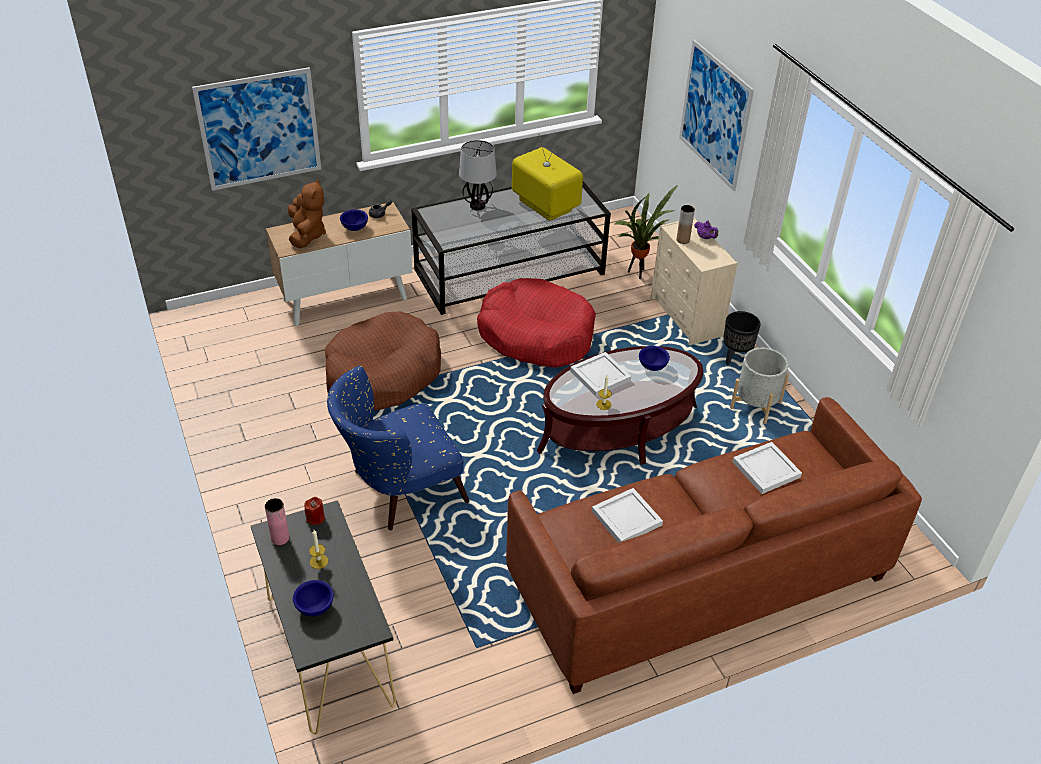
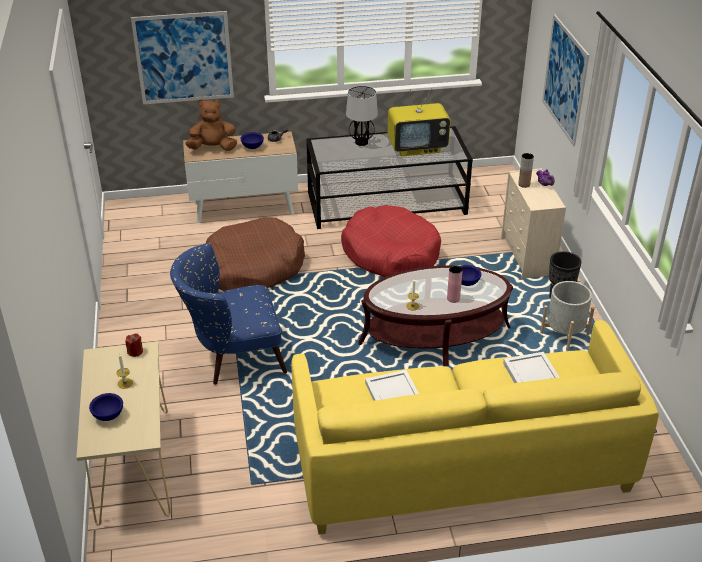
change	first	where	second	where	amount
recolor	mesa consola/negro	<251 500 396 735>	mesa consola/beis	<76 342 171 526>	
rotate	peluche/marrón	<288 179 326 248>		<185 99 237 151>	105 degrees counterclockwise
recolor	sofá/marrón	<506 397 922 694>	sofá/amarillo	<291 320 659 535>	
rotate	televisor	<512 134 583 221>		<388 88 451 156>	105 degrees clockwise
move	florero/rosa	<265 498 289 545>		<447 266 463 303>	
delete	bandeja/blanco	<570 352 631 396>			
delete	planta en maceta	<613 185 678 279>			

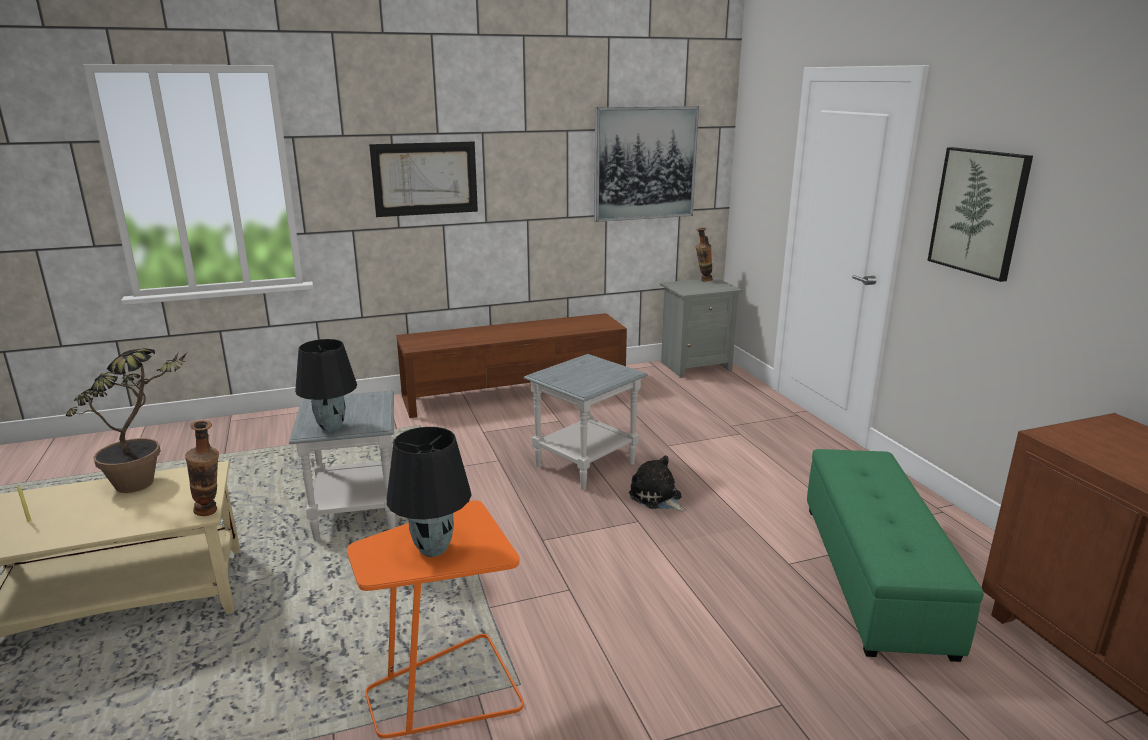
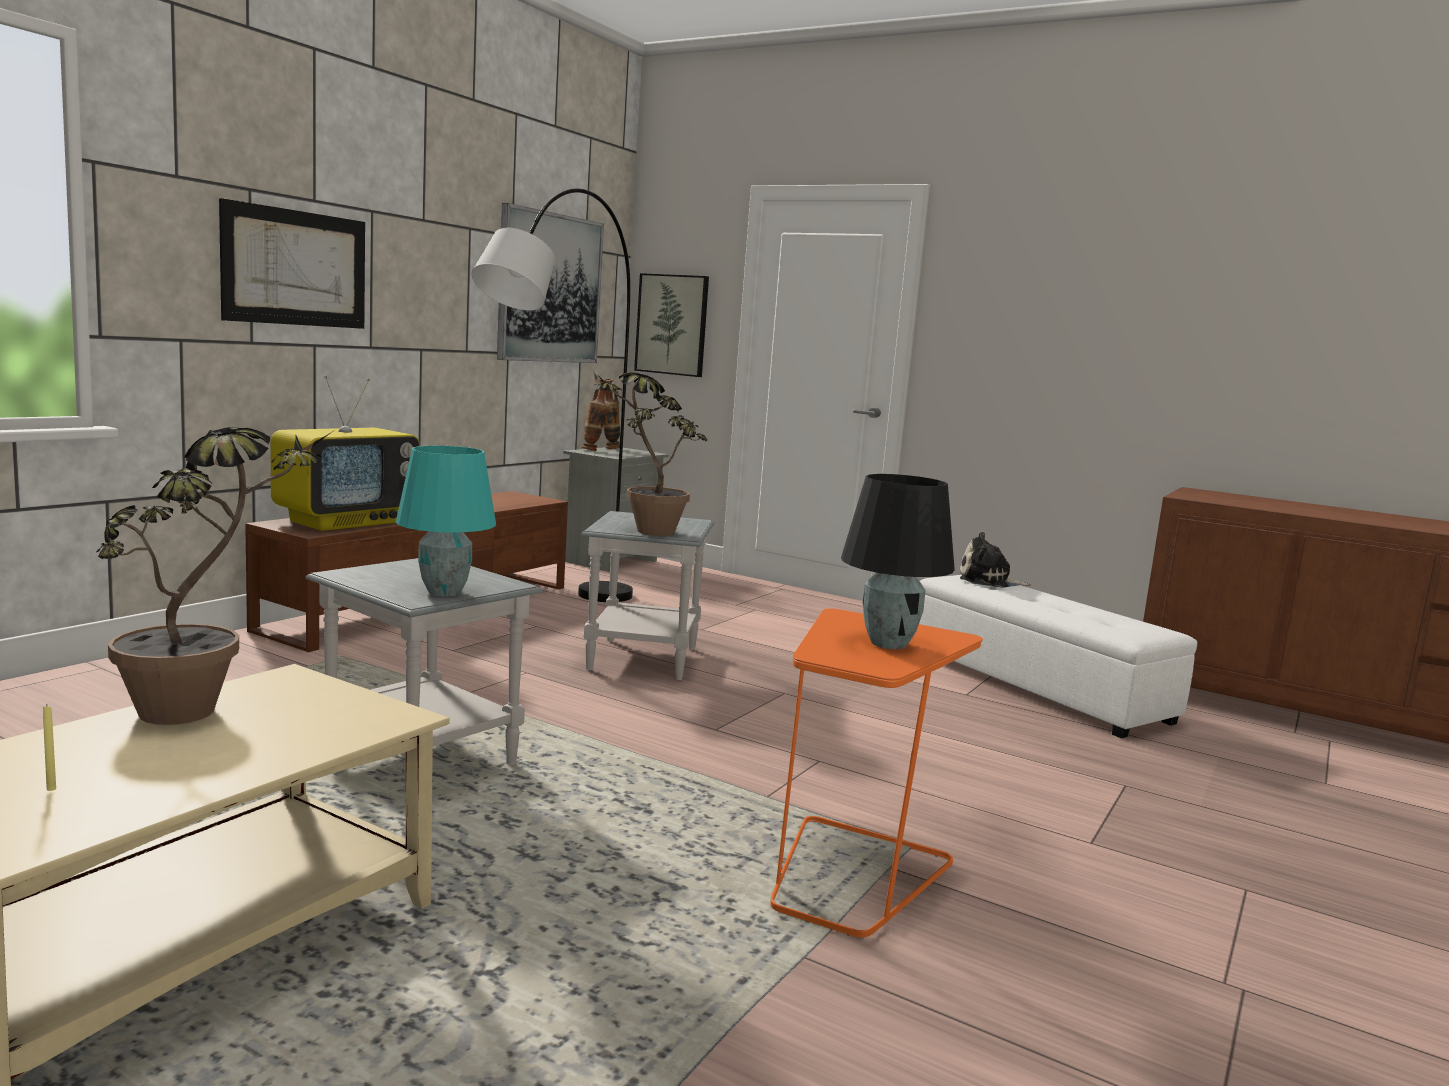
change	first	where	second	where	amount
insert			televisor	<270 375 420 531>	
recolor	lámpara de mesa/negro	<295 339 357 432>	lámpara de mesa/turquesa	<396 446 496 597>	
insert			lámpara de pie/gris	<471 188 633 602>	
move	florero	<185 420 219 516>		<582 379 611 451>	
insert			planta en maceta	<593 371 707 536>	
move	cuadro	<927 147 1033 282>		<634 273 709 377>	
recolor	puf/verde	<807 449 984 662>	puf/blanco	<919 575 1197 738>	
move	peluche	<629 456 685 511>		<960 532 1031 588>	

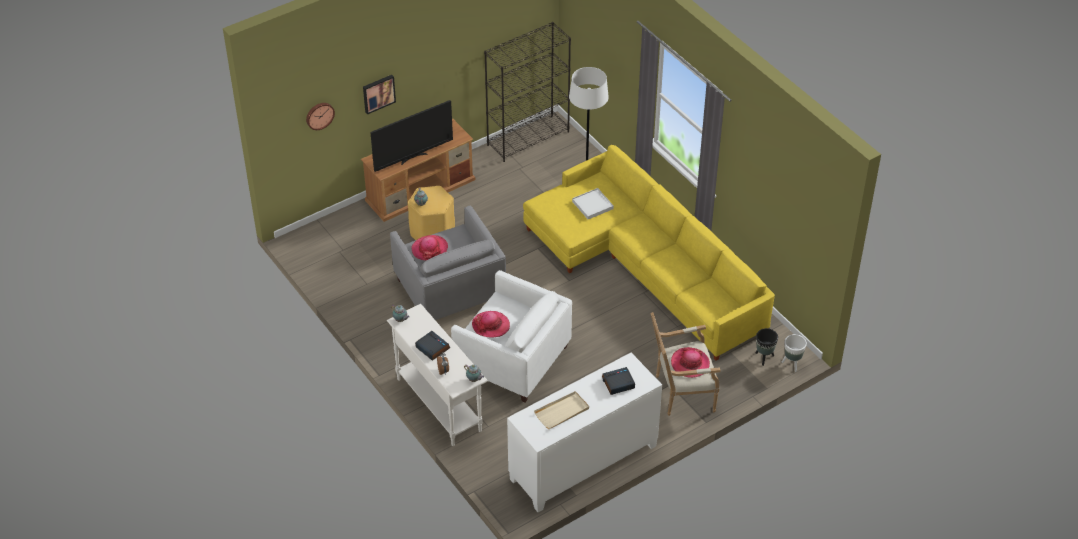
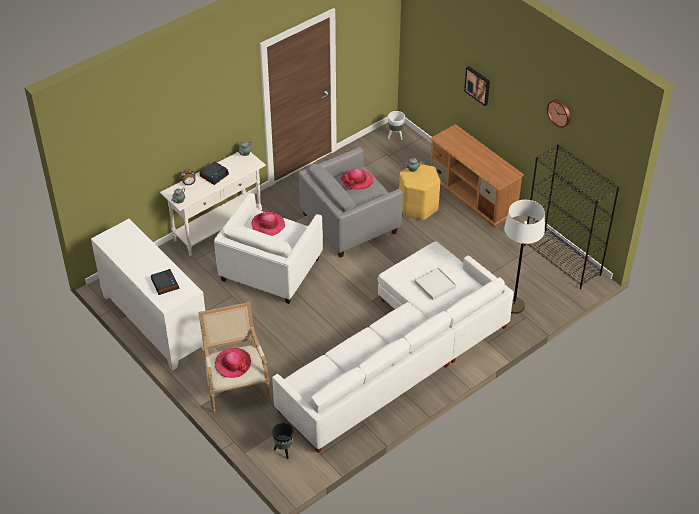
change	first	where	second	where	amount
recolor	sofá/amarillo	<523 145 775 361>	sofá/blanco	<272 241 514 453>	
move	maceta/blanco	<782 334 807 372>		<388 111 405 140>	
move	reloj de pared	<306 103 335 130>		<547 100 570 128>	
delete	televisor	<370 100 453 172>			
delete	bandeja/beis	<534 391 589 429>			

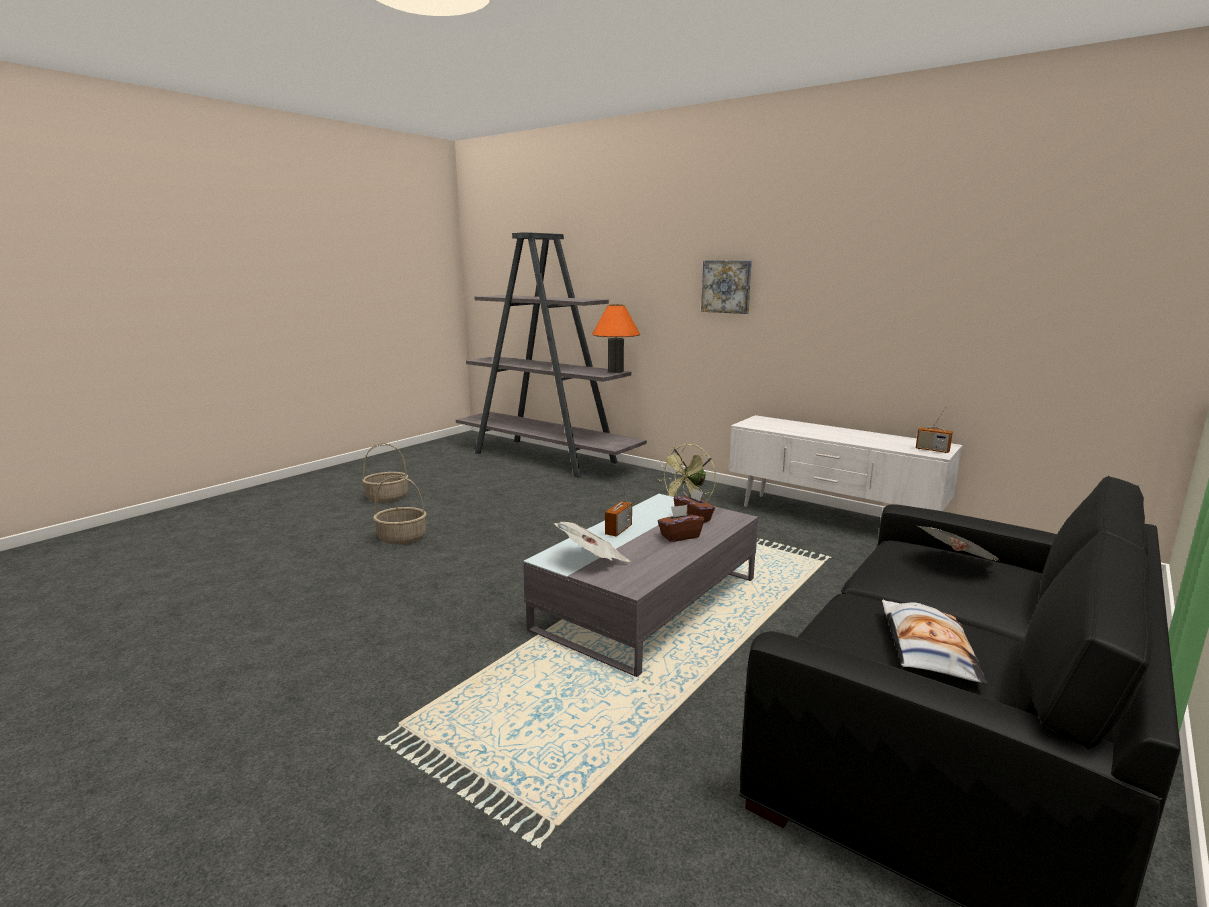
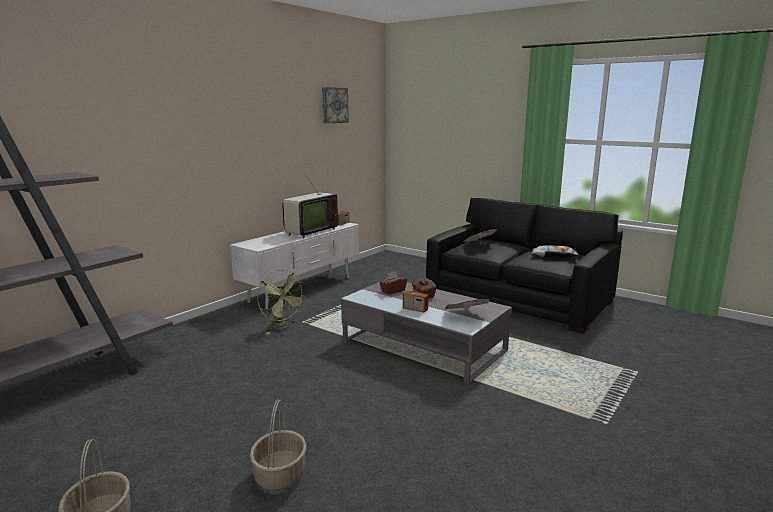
change	first	where	second	where	amount
insert			televisor	<282 168 338 238>	
move	cuadro	<701 261 752 314>		<322 87 349 124>	
delete	lámpara de mesa/naranja	<592 304 640 373>			

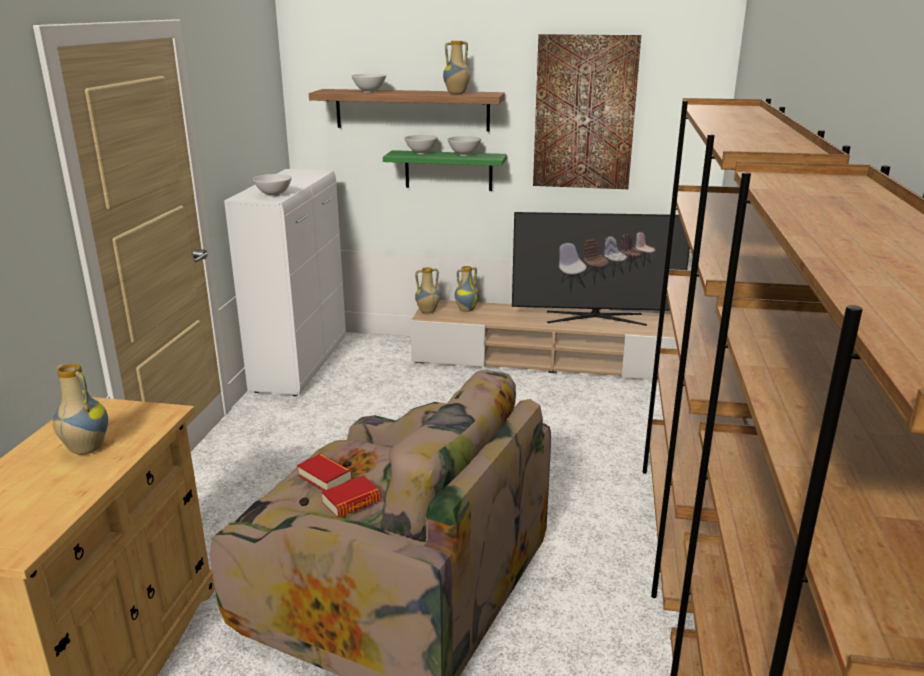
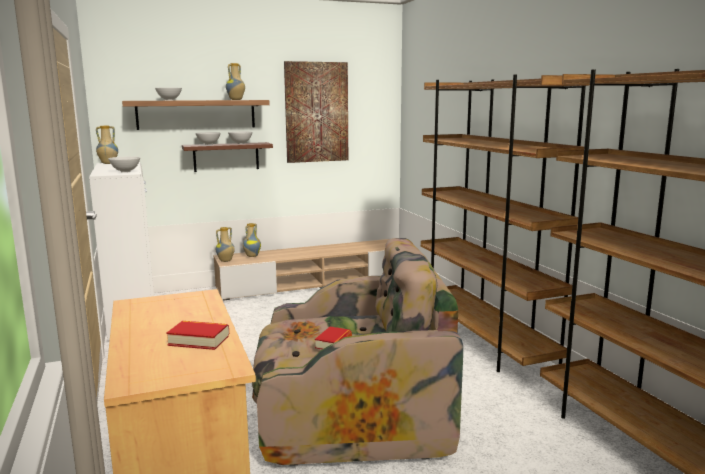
change	first	where	second	where	amount
move	florero	<53 363 108 455>		<96 126 118 164>	
move	libro	<297 453 352 491>		<166 321 229 350>	
recolor	estante/verde	<383 150 507 191>	estante/marrón	<182 142 273 172>	
delete	televisor	<512 212 690 326>			

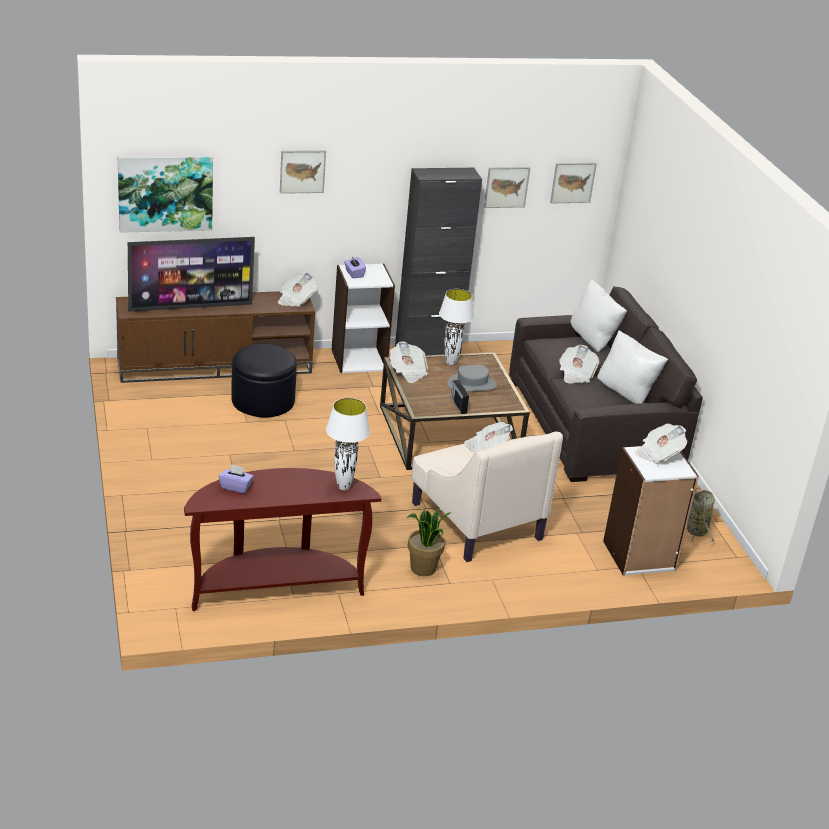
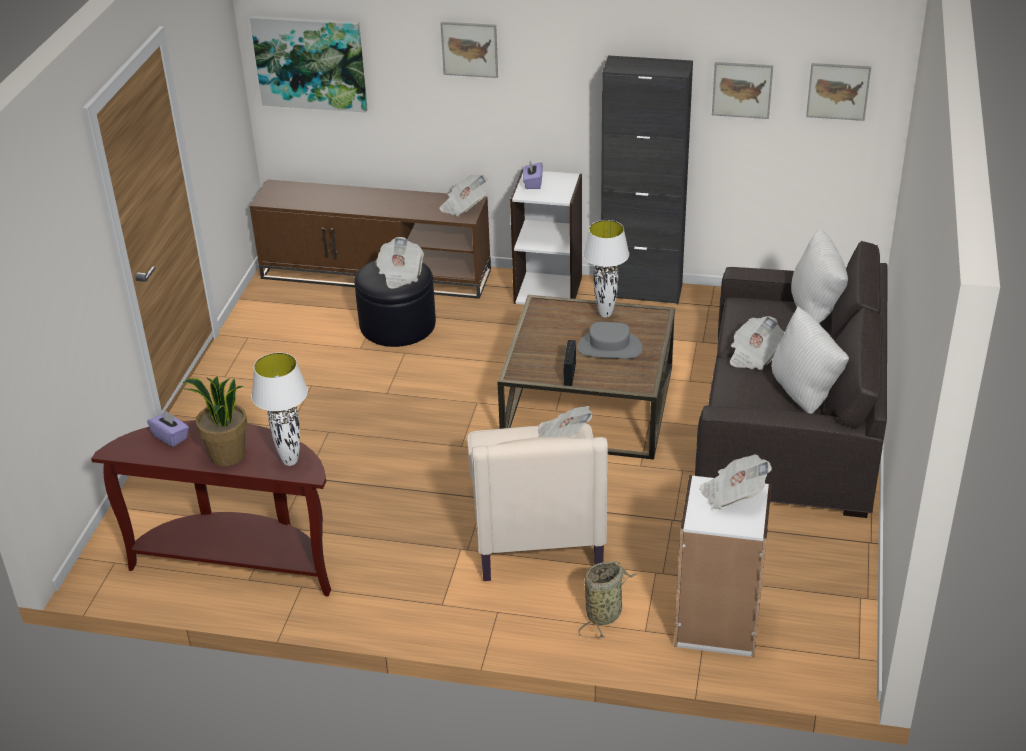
change	first	where	second	where	amount
move	planta en maceta	<406 509 452 576>		<182 376 248 466>	
move	periódico	<390 342 428 383>		<376 237 424 289>	
move	cesta	<687 490 715 544>		<578 561 637 638>	
delete	televisor	<128 237 255 312>			

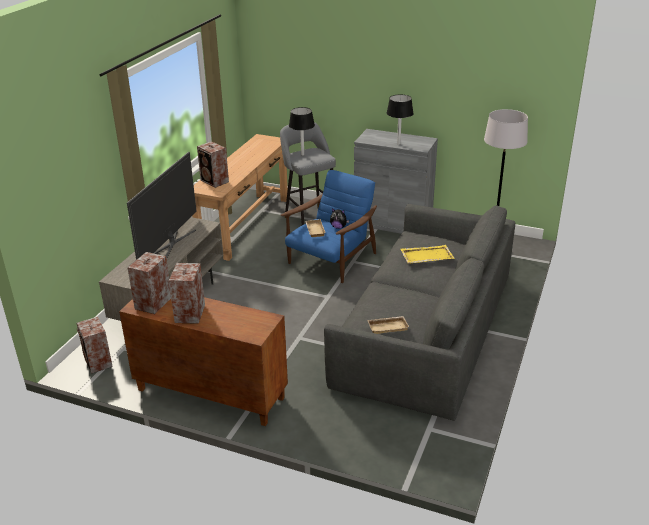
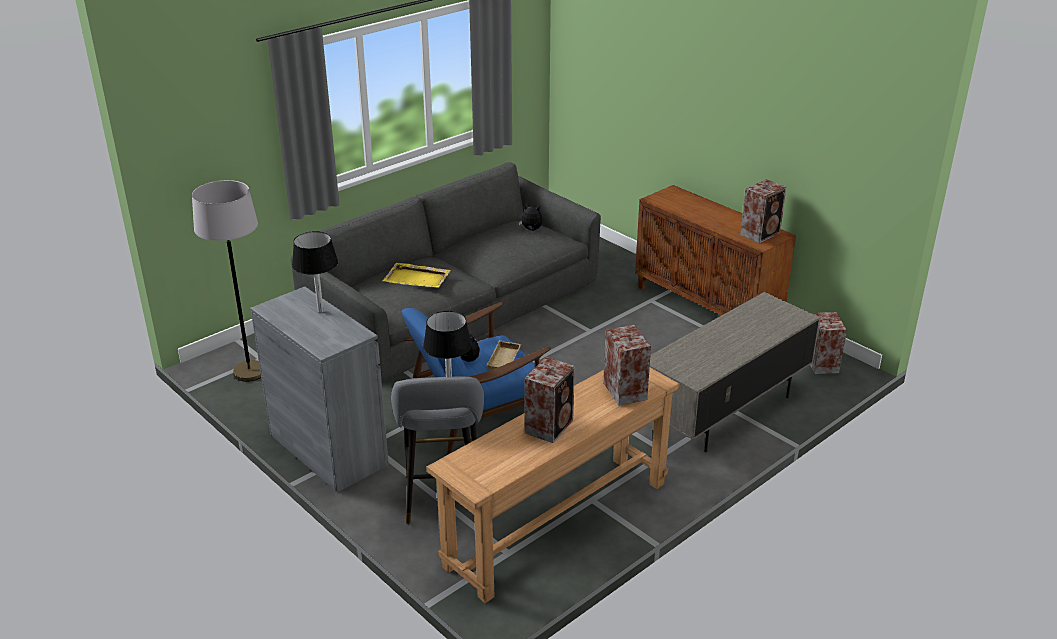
change	first	where	second	where	amount
replace	bandeja/beis	<367 316 409 334>	peluche	<519 204 542 231>	
move	altavoz	<169 263 205 324>		<525 357 575 443>	
delete	televisor	<127 152 196 260>			

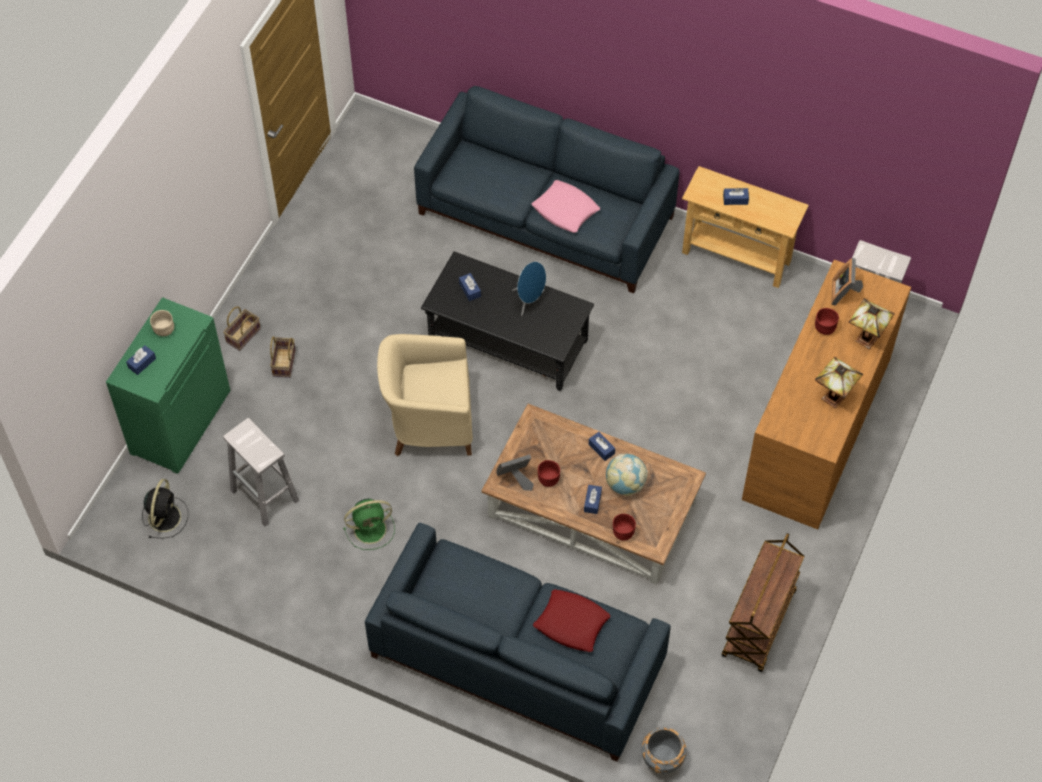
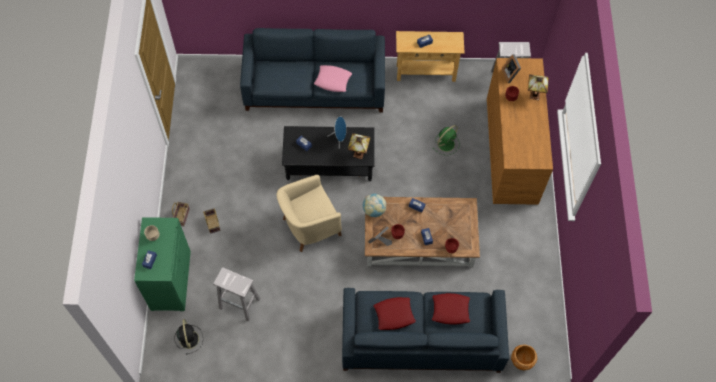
change	first	where	second	where	amount
move	lámpara de mesa	<815 357 863 408>		<348 133 371 159>	
move	globo terráqueo	<606 454 648 496>		<363 194 386 217>	
insert			cojín/rojo	<373 297 416 330>	
move	ventilador/verde	<343 498 395 550>		<433 125 460 155>	
recolor	maceta/gris	<642 727 686 774>	maceta/marrón	<511 345 537 371>	
delete	carrito/marrón	<722 533 804 672>			

